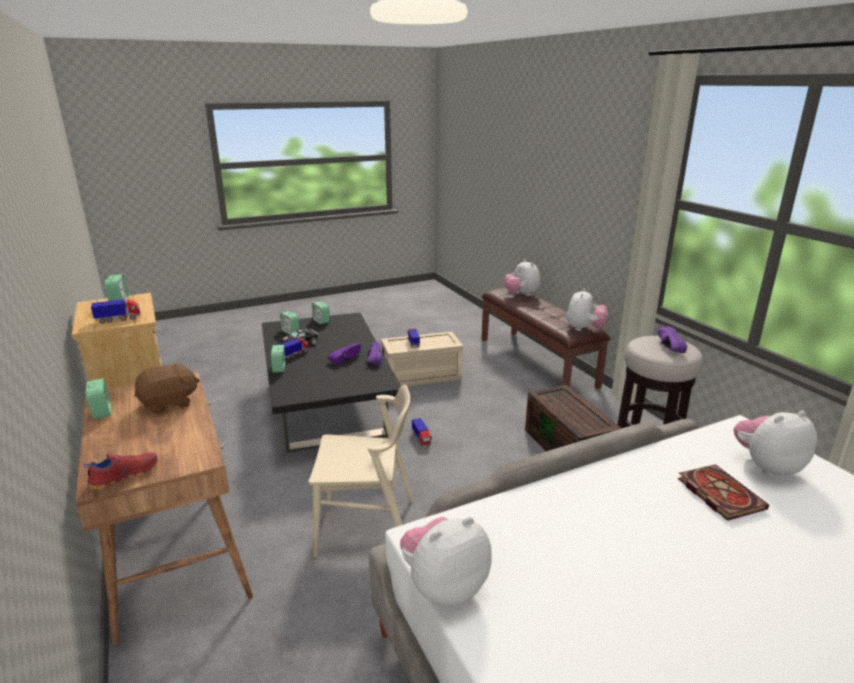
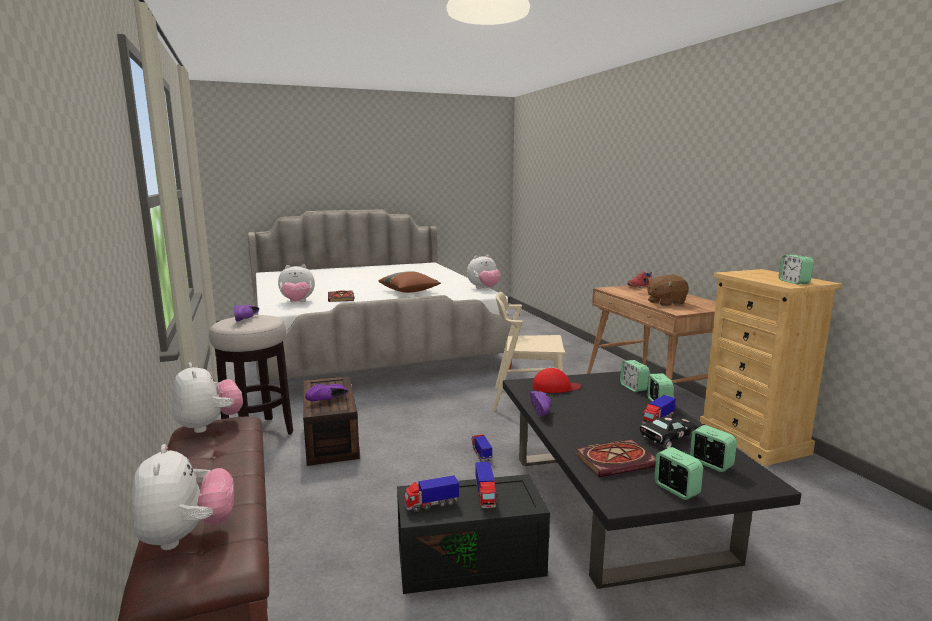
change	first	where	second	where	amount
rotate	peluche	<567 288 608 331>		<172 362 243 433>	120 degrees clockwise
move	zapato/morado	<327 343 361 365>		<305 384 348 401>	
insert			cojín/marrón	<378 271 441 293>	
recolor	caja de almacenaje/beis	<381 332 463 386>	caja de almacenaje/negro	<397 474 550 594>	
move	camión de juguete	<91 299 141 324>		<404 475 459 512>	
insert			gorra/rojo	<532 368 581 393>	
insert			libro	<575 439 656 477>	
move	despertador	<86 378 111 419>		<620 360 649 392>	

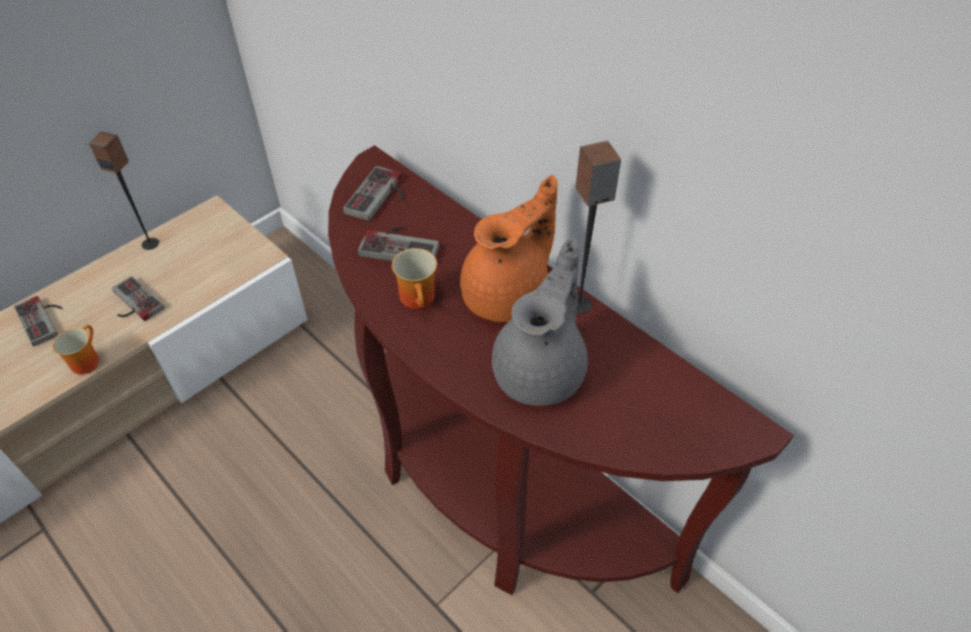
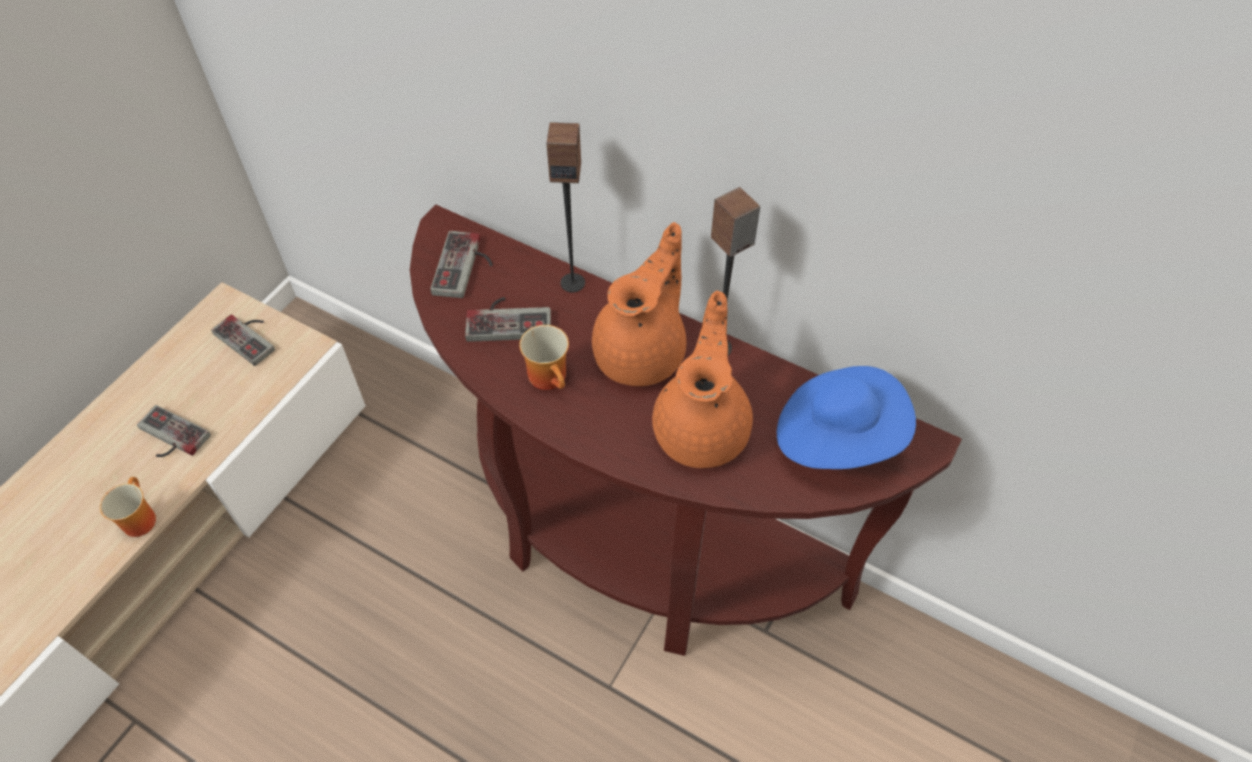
change	first	where	second	where	amount
move	mando de consola	<14 296 62 346>		<211 314 275 366>	
move	altavoz	<89 131 159 250>		<546 122 585 292>	
recolor	tetera/gris	<492 238 588 406>	tetera/naranja	<652 291 753 468>	
insert			sombrero/azul	<777 366 916 469>	

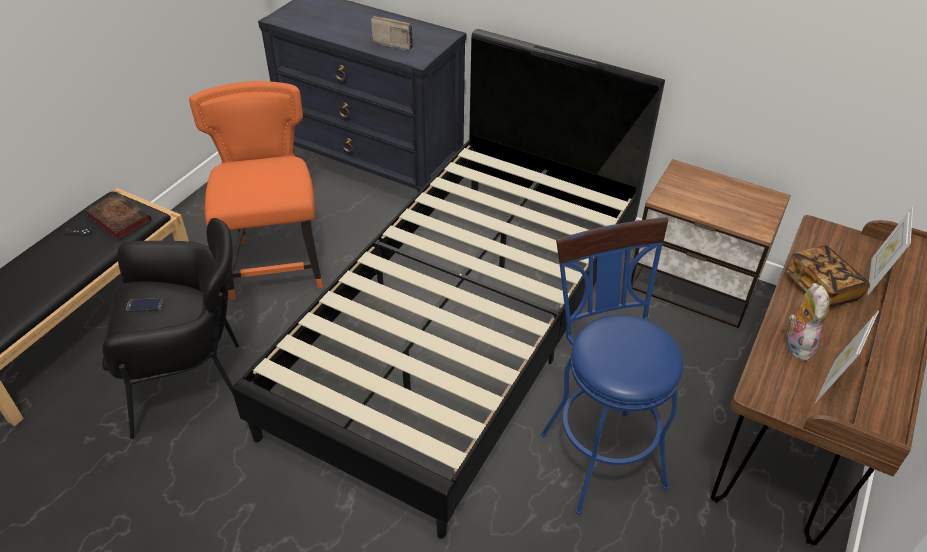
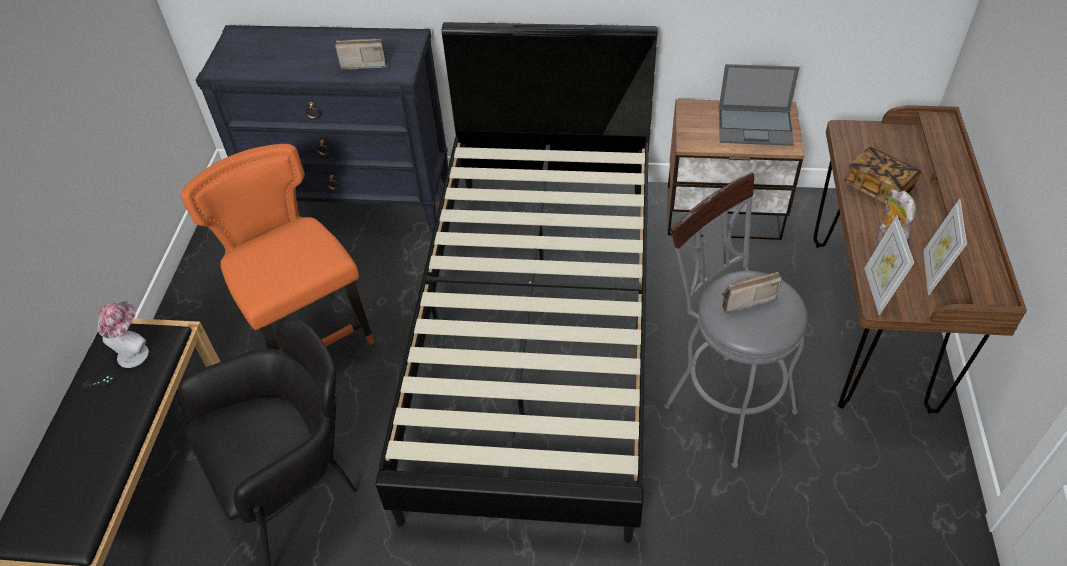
change	first	where	second	where	amount
replace	libro	<85 192 152 240>	sombrero	<98 300 149 368>	
recolor	taburete/azul	<541 217 683 514>	taburete/gris	<664 172 808 468>	
insert			portátil	<719 64 800 146>	
insert			radio	<721 272 782 313>	
move	portarretratos	<867 207 913 295>		<864 215 914 315>	
delete	móvil	<126 298 163 312>			

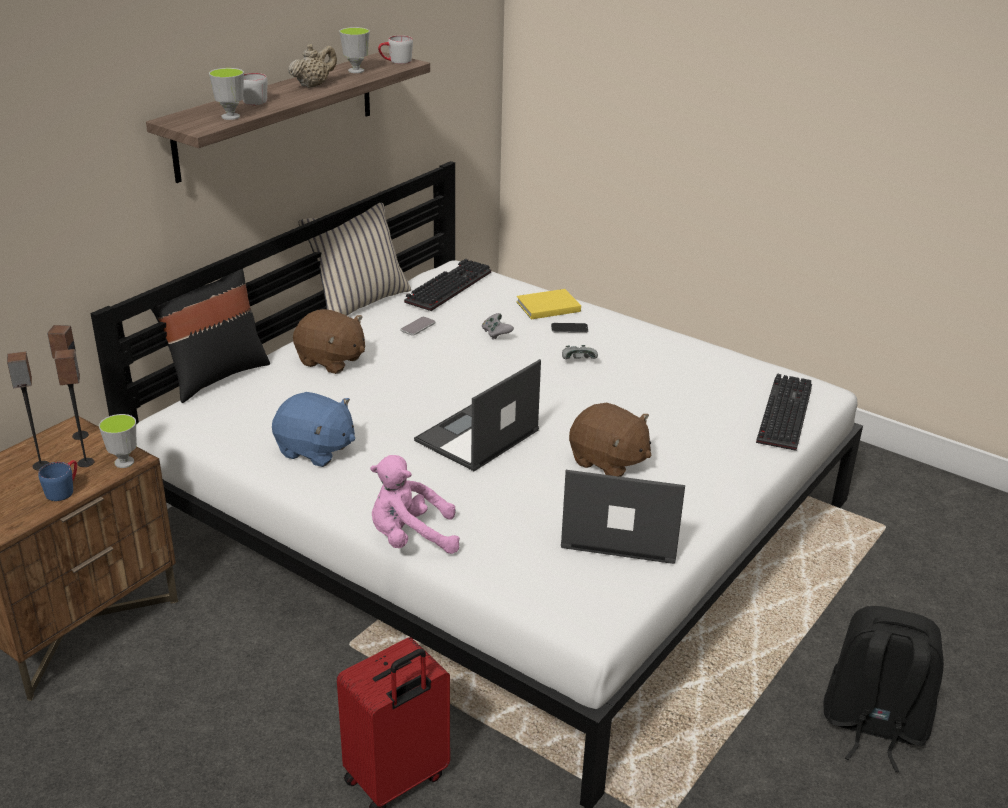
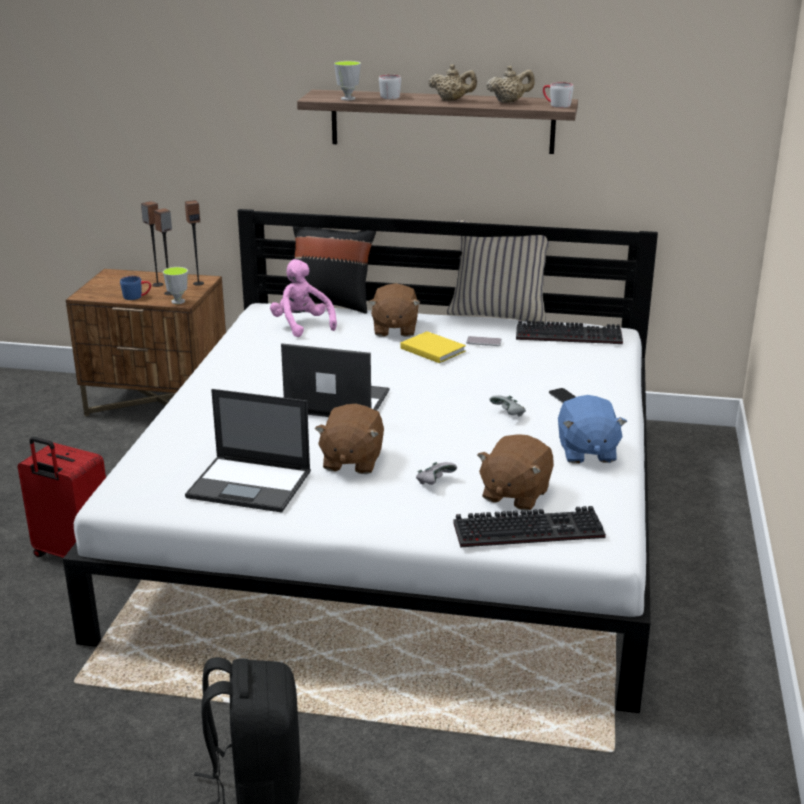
change	first	where	second	where	amount
rotate	portátil	<561 470 685 564>		<185 389 311 513>	120 degrees clockwise
move	peluche/rosa	<370 455 460 554>		<270 259 337 337>	
move	libro/amarillo	<516 289 581 319>		<400 331 466 363>	
move	mando de consola/gris	<482 313 514 340>		<416 462 457 485>	
insert			peluche/marrón	<477 434 554 511>	
replace	taza	<339 27 370 73>	tetera/beis	<486 66 535 103>	
move	peluche/azul	<272 392 355 467>		<558 395 627 464>	

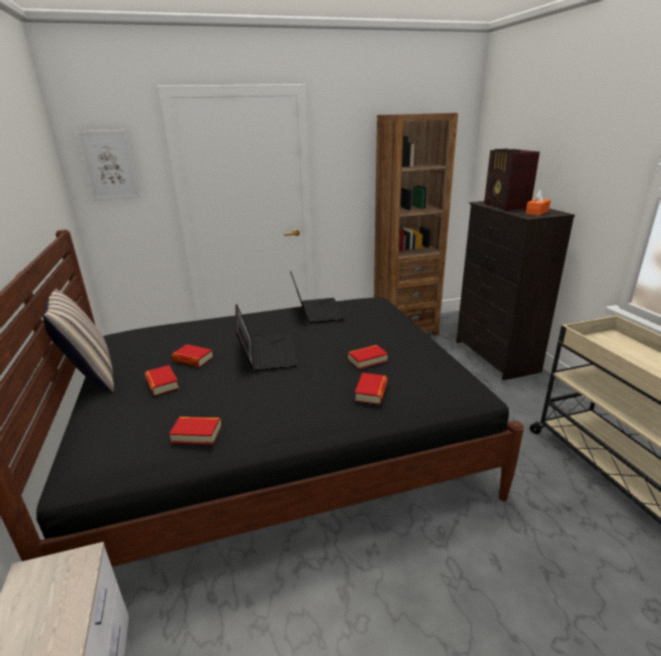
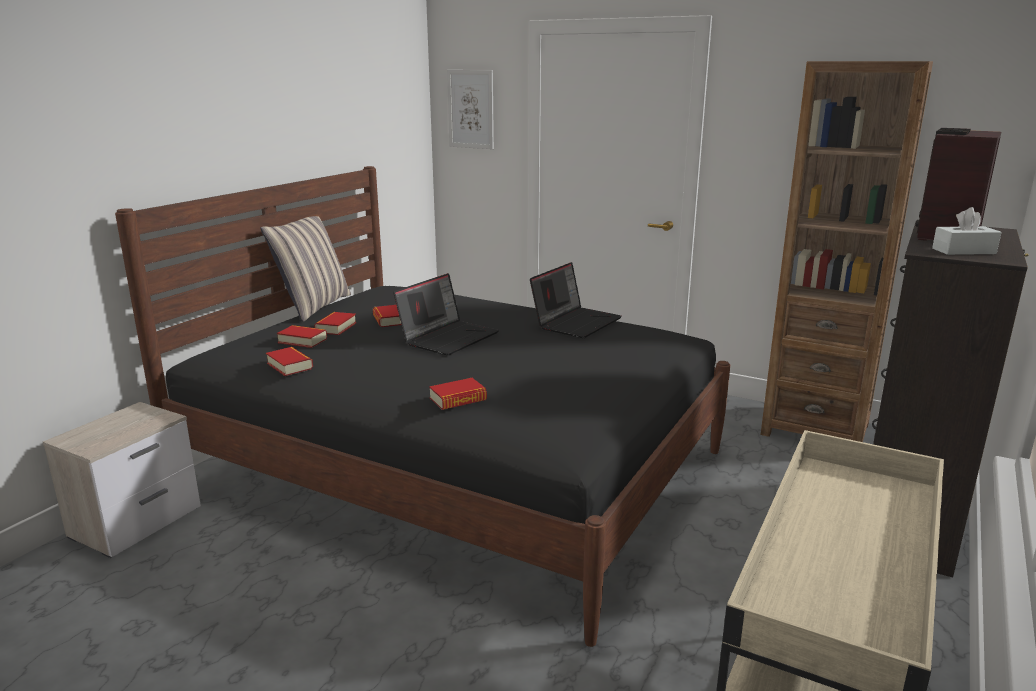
change	first	where	second	where	amount
move	libro	<347 345 388 370>		<277 325 327 348>	
recolor	caja de pañuelos/naranja	<526 190 551 216>	caja de pañuelos/blanco	<932 207 1002 255>	

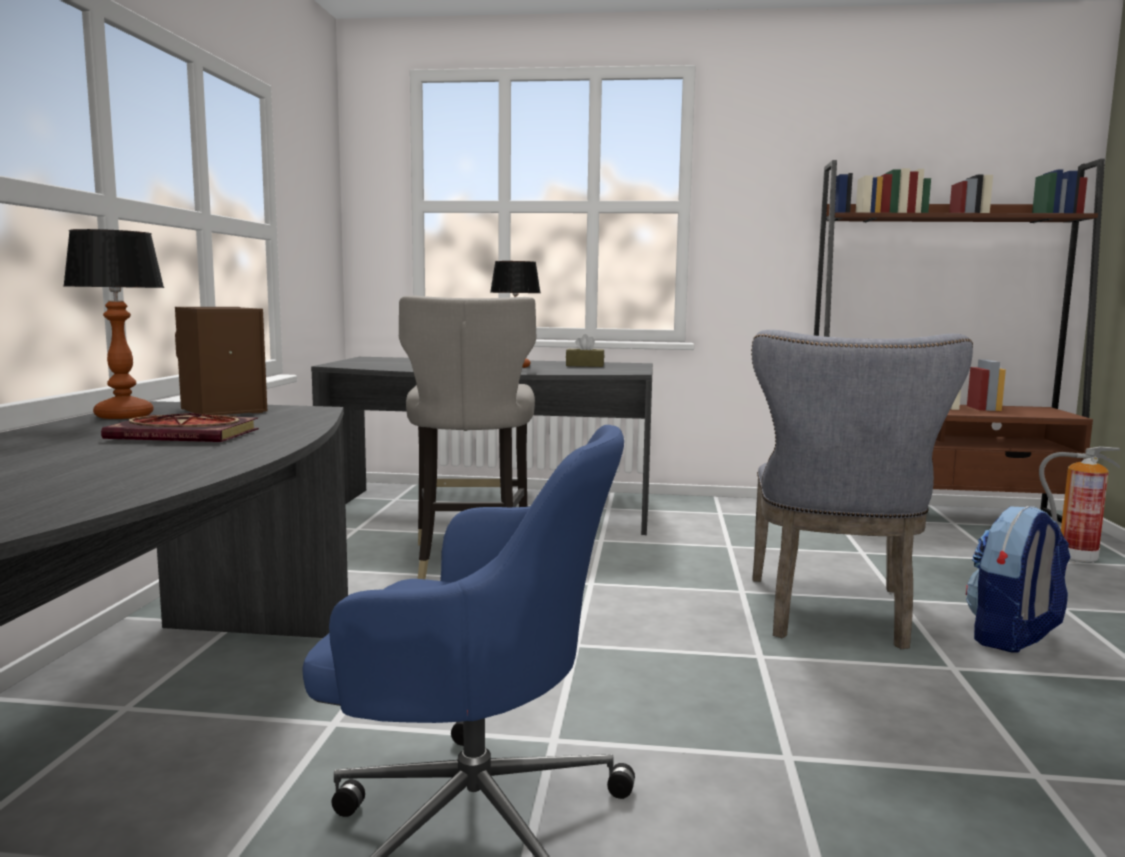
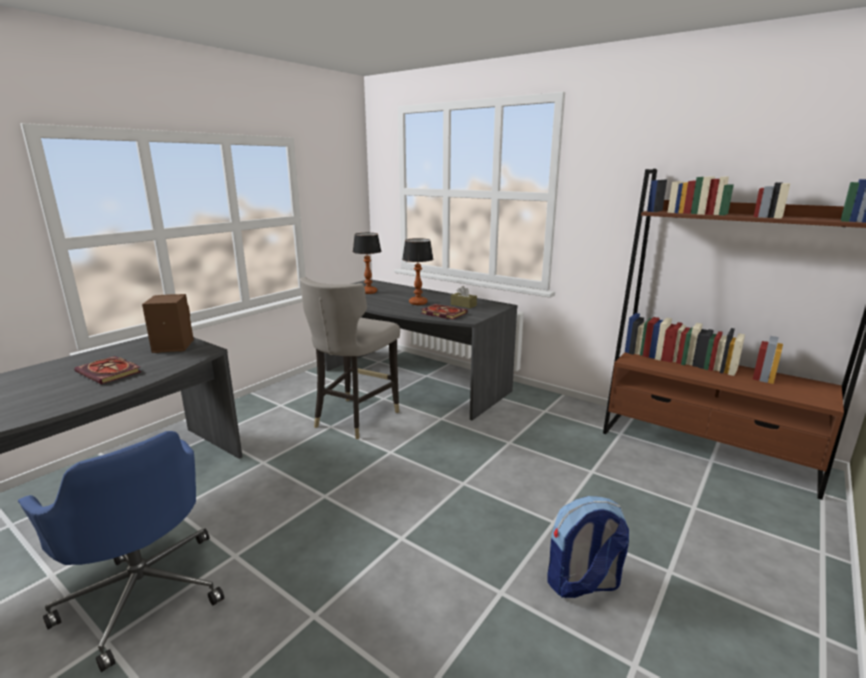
change	first	where	second	where	amount
move	lámpara de mesa	<63 229 164 419>		<353 233 381 294>	
insert			libro	<421 304 468 319>	
delete	silla/gris	<751 330 973 649>			
delete	extintor	<1039 446 1120 564>			

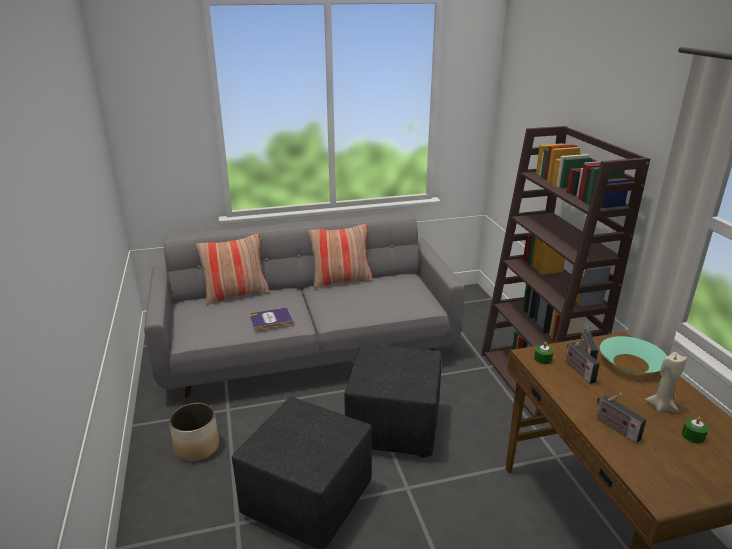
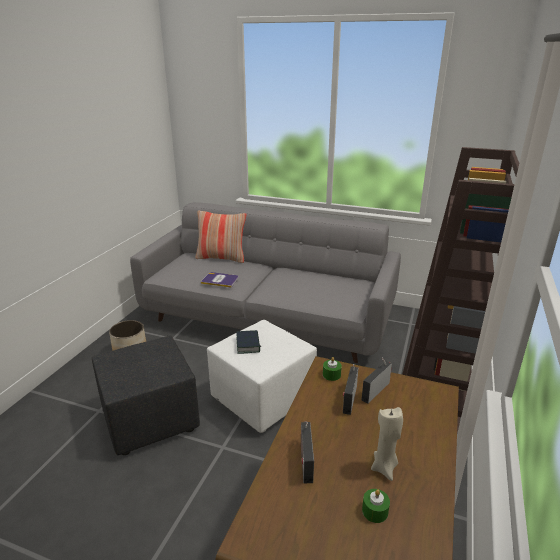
change	first	where	second	where	amount
recolor	puf/negro	<344 344 442 458>	puf/blanco	<207 320 317 433>	
insert			libro	<236 330 260 354>	
delete	cojín	<308 224 373 288>			
delete	cuenco/turquesa	<600 336 667 373>			

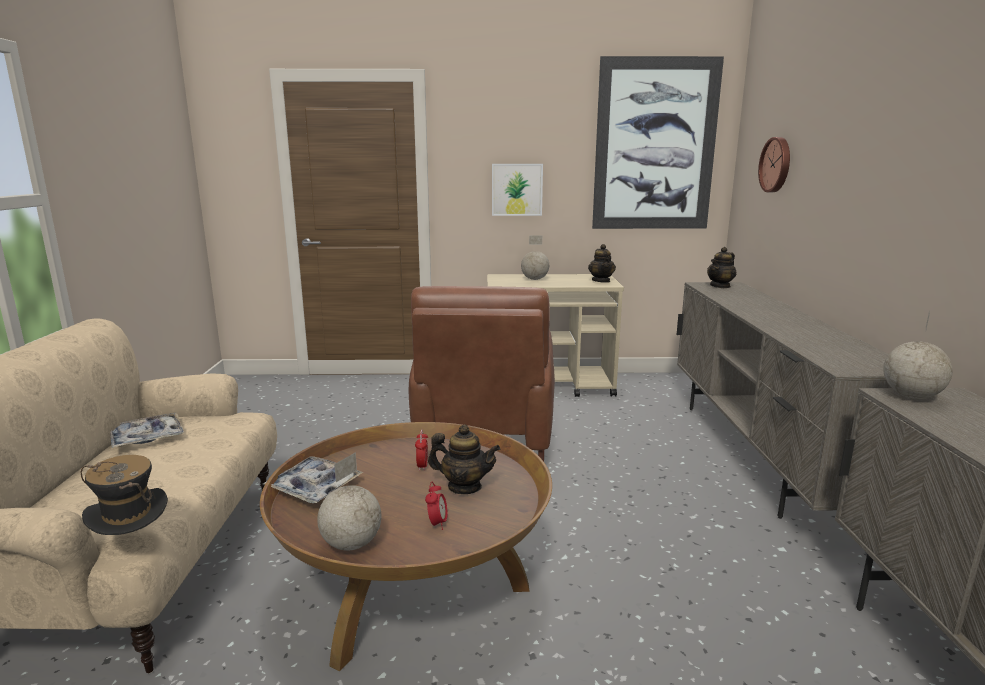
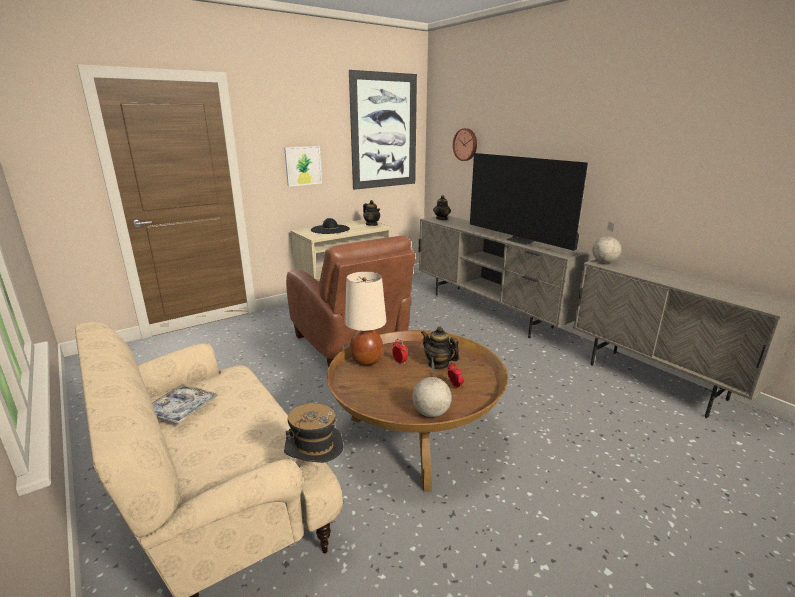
change	first	where	second	where	amount
replace	globo terráqueo	<521 235 549 280>	sombrero/negro	<311 218 350 234>	
insert			lámpara de mesa/beis	<345 271 386 366>	
rotate	tetera	<428 425 500 494>		<421 326 459 370>	120 degrees counterclockwise
insert			televisor	<470 153 588 251>	
delete	bandeja	<263 456 363 503>			

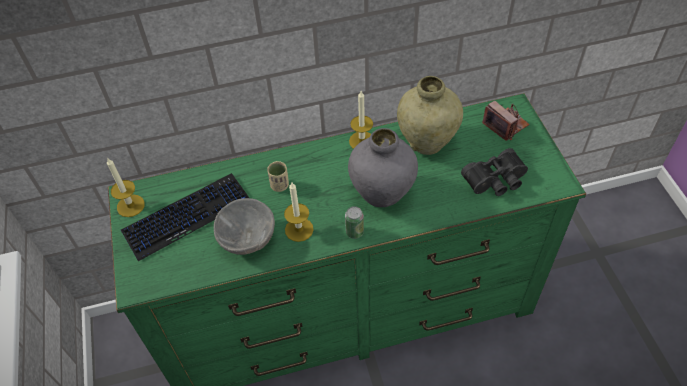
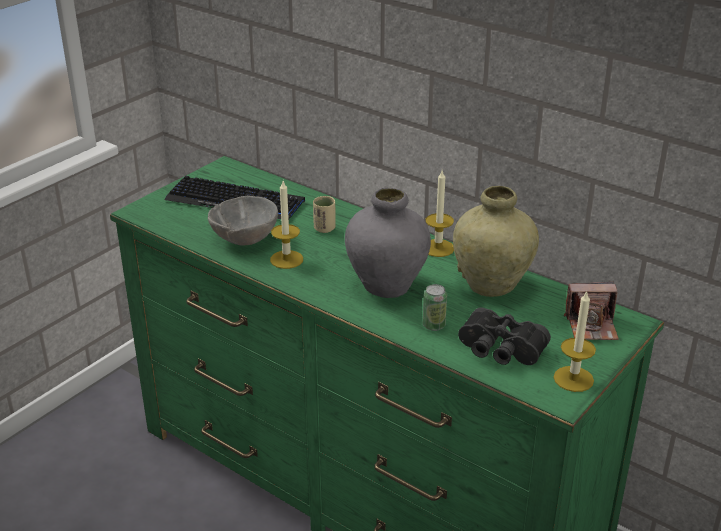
change	first	where	second	where	amount
move	lata	<345 206 364 239>		<423 284 447 331>	
move	vela	<107 158 145 217>		<554 290 596 392>	
rotate	cámara	<482 101 530 141>		<564 282 619 340>	75 degrees clockwise

